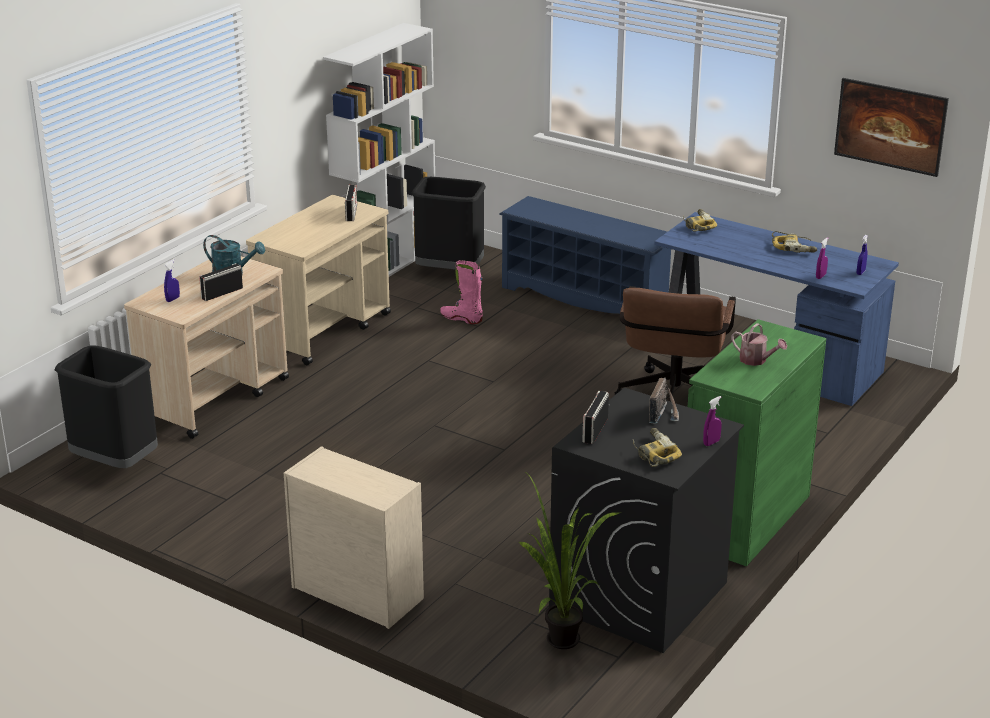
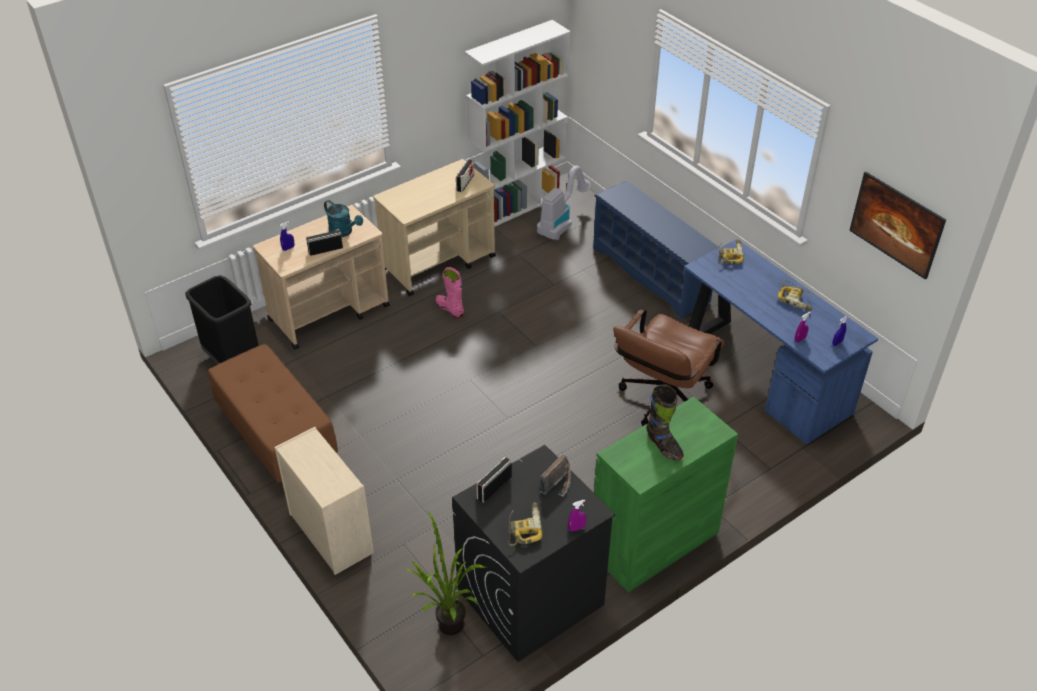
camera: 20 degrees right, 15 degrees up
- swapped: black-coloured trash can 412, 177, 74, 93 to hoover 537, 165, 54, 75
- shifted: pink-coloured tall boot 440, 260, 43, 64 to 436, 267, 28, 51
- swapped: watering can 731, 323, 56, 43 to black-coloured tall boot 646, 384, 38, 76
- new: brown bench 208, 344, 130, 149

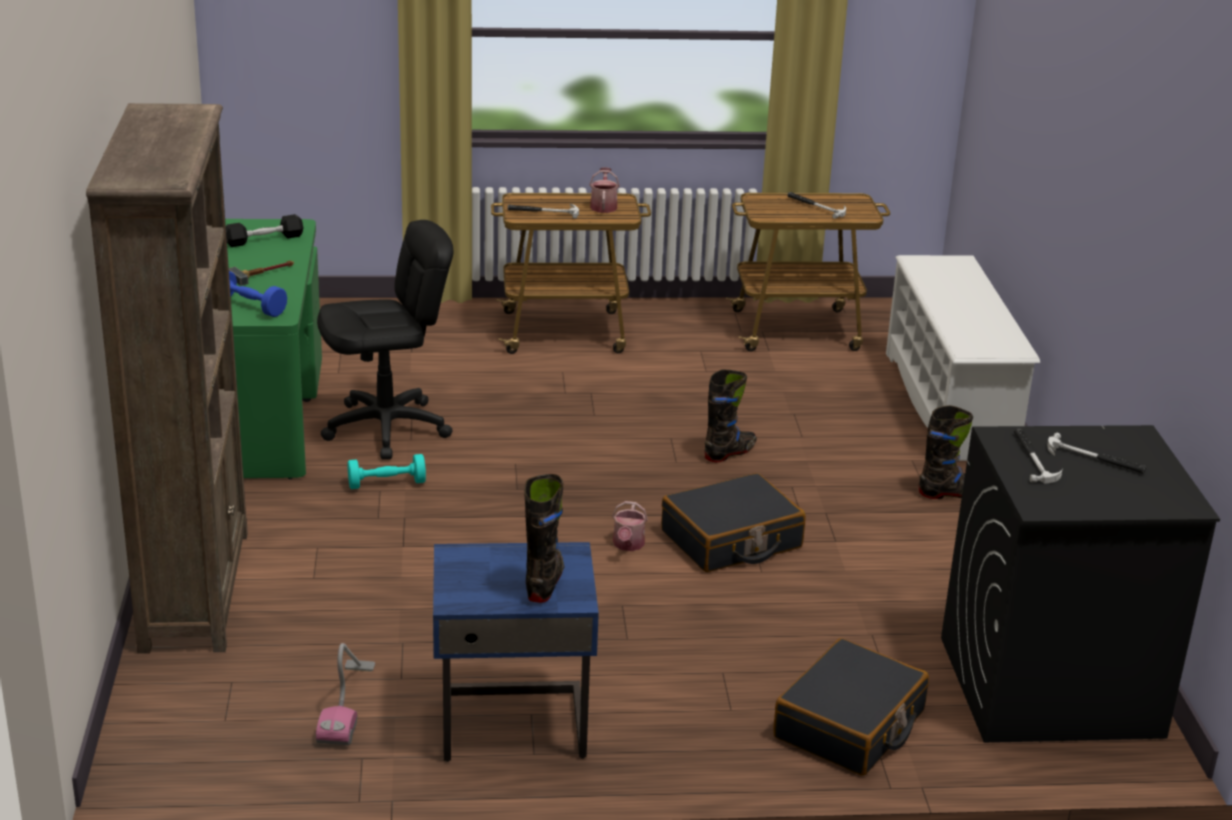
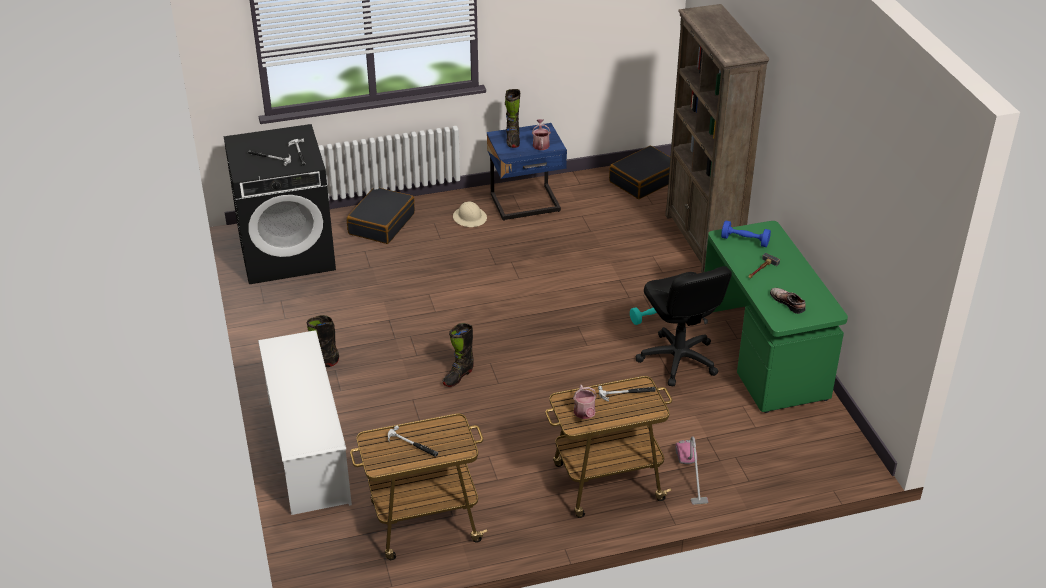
camera: 170 degrees right, 10 degrees up
- swapped: black-coloured free weight 226, 214, 77, 33 to low shoe 770, 288, 36, 26
- shifted: hoover 316, 643, 59, 102 to 675, 436, 33, 69
- rotated: black-coloured office chair 317, 220, 136, 240 = 636, 266, 96, 121 75 degrees counterclockwise
- shifted: watering can 612, 501, 36, 50 to 532, 119, 19, 31
- shifted: black-coloured travel case 661, 473, 144, 99 to 609, 146, 61, 53
- new: beige work helmet 453, 201, 34, 26

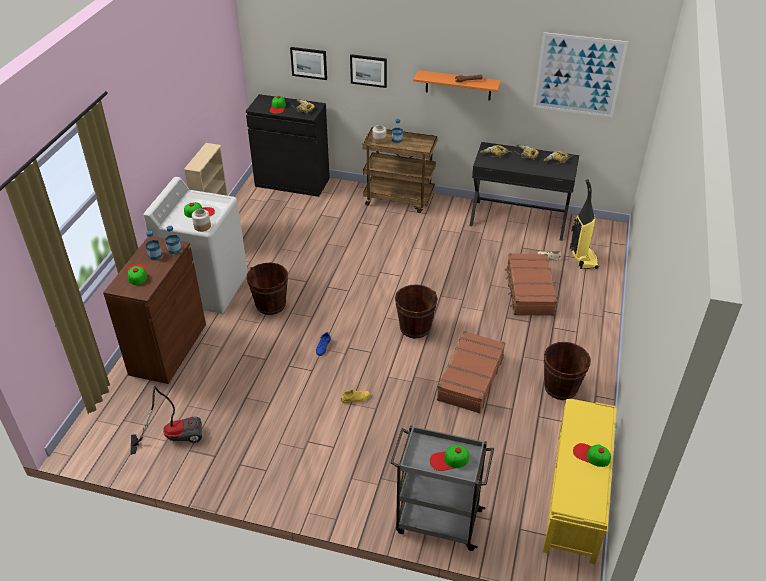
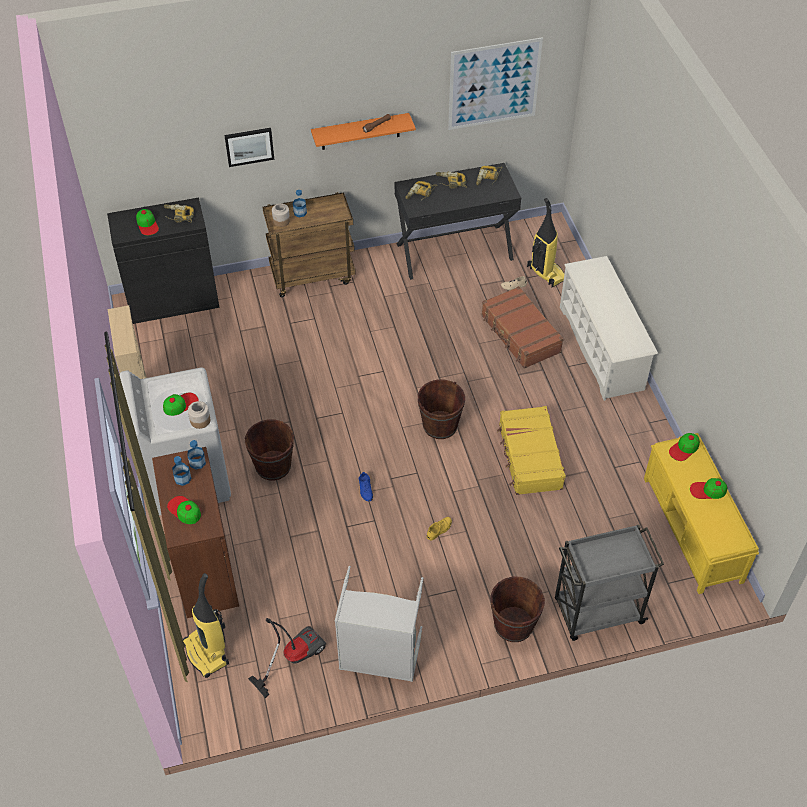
camera: 30 degrees left, 10 degrees up
- gone: picture 290, 47, 37, 33
- shifted: peaked cap 430, 445, 39, 26 to 669, 433, 31, 28
- repainted: brown travel case 436, 331, 69, 82 to yellowish travel case 497, 406, 69, 89
- shifted: brown water bucket 544, 342, 47, 58 to 490, 577, 55, 65
- new: hoover 183, 573, 46, 105
- new: grey laundry basket 335, 566, 89, 116
- new: white-coloured shoe rack 560, 256, 98, 145

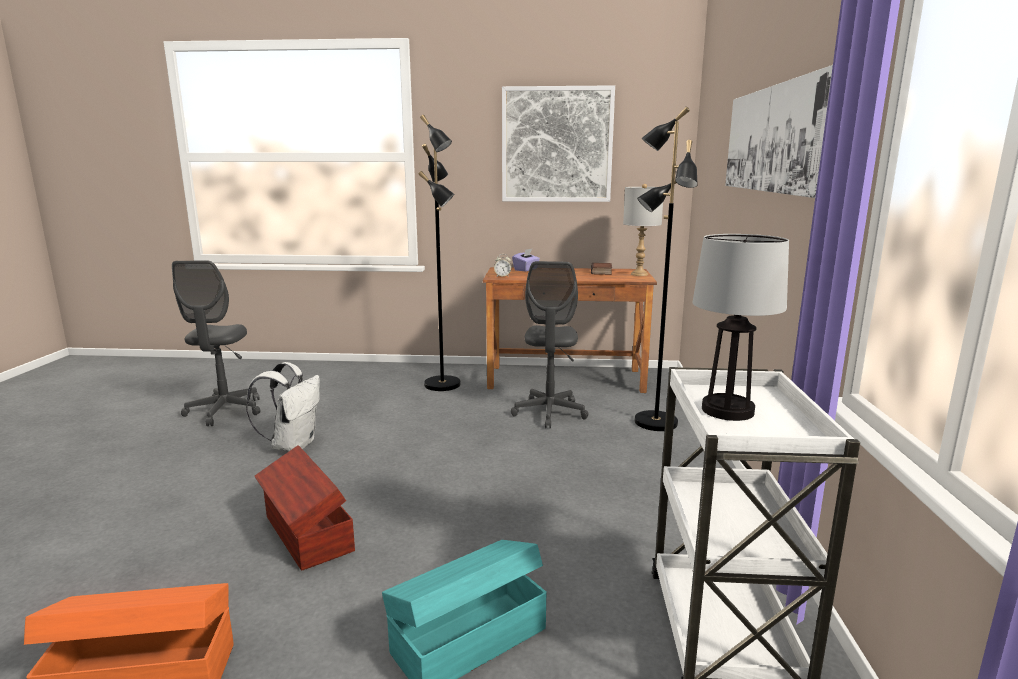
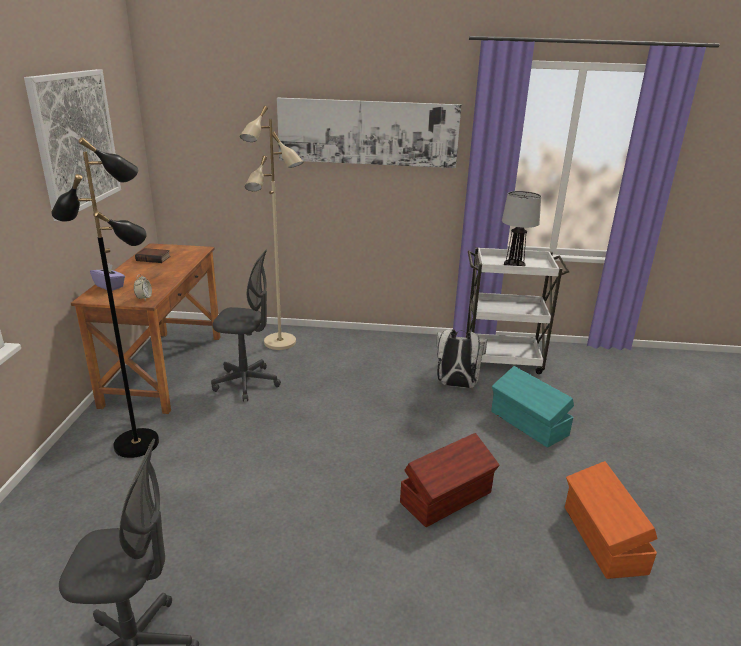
camera: 90 degrees left, 10 degrees up
- shifted: white-coloured rucksack 246, 362, 74, 89 to 437, 329, 50, 59
- gone: grey table lamp 623, 184, 40, 92
- repainted: black-coloured standard lamp 634, 107, 64, 324 to beige standard lamp 240, 106, 63, 244

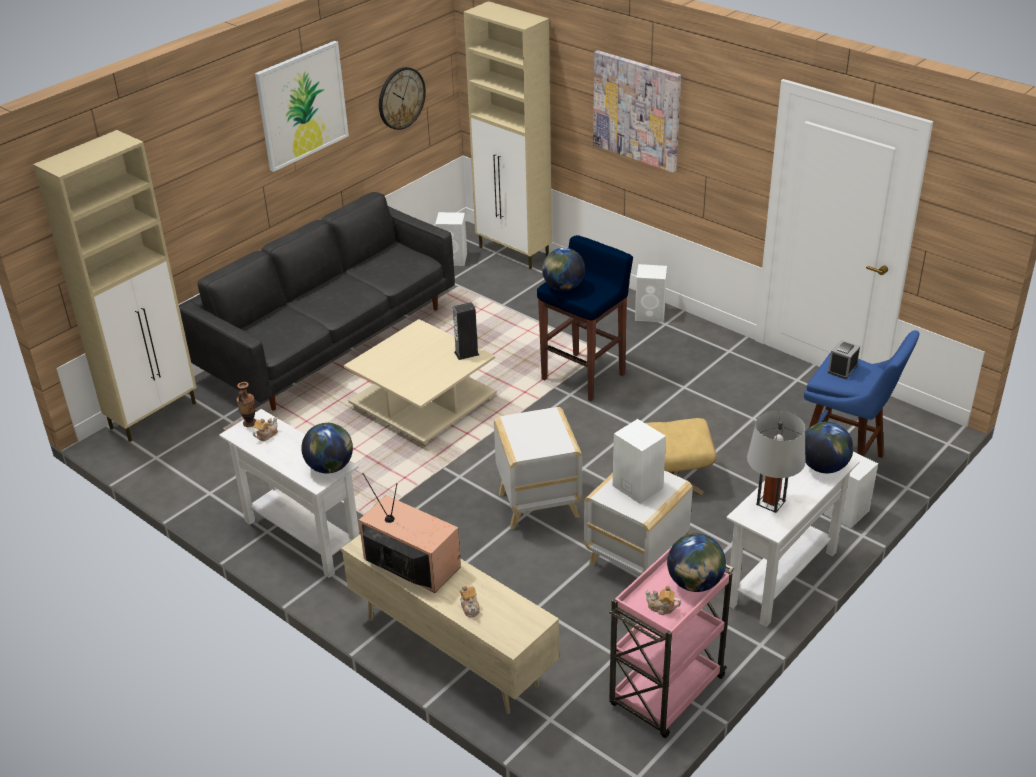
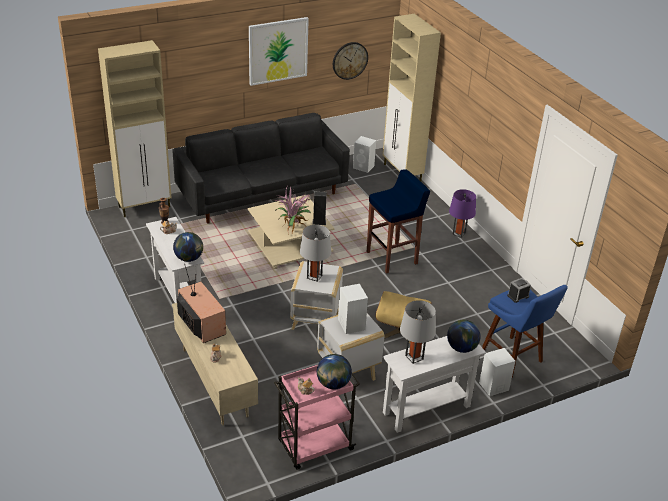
camera: 20 degrees right, 0 degrees up
- gone: desk globe 542, 248, 43, 43
- gone: picture 593, 50, 88, 123
- swapped: white-coloured audio speaker 635, 264, 32, 58 to purplish table lamp 449, 189, 27, 49
- new: plant in a pot 275, 185, 36, 50
- new: grey table lamp 300, 225, 31, 57

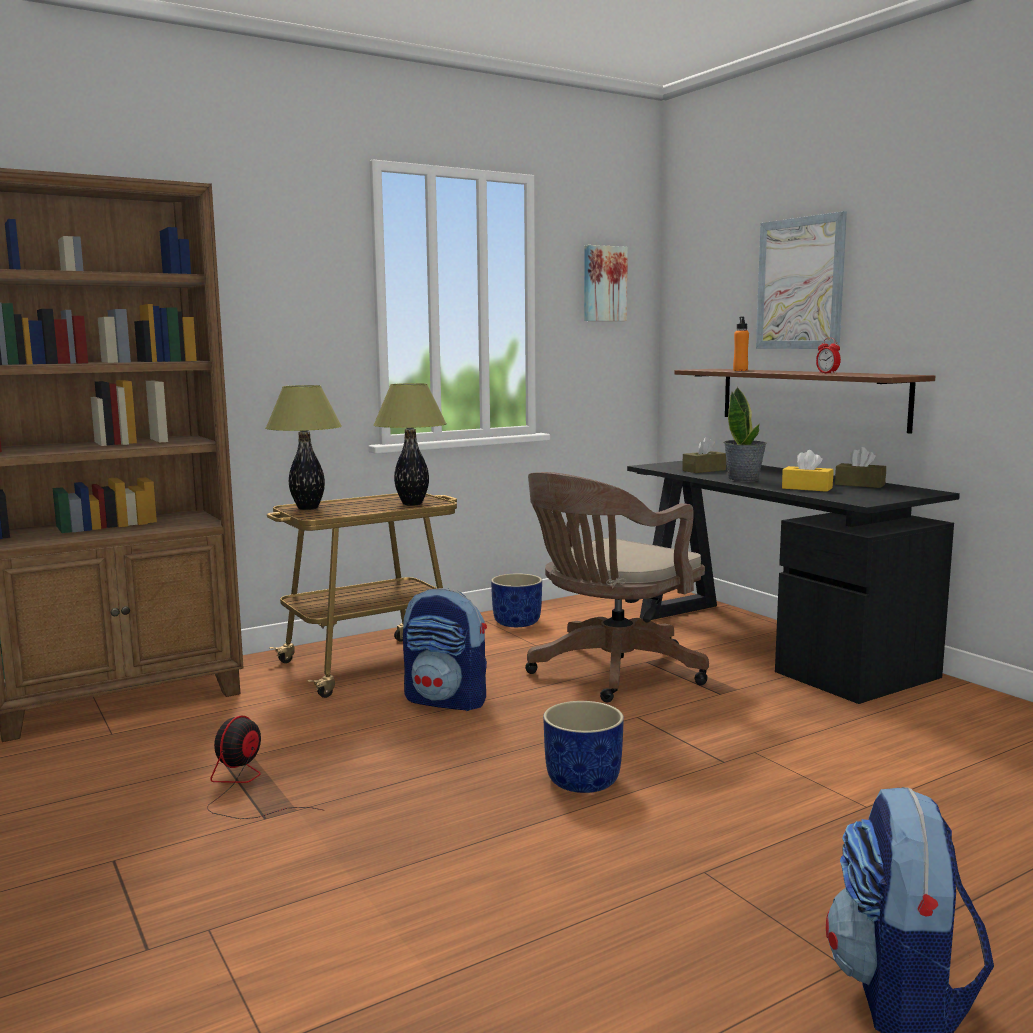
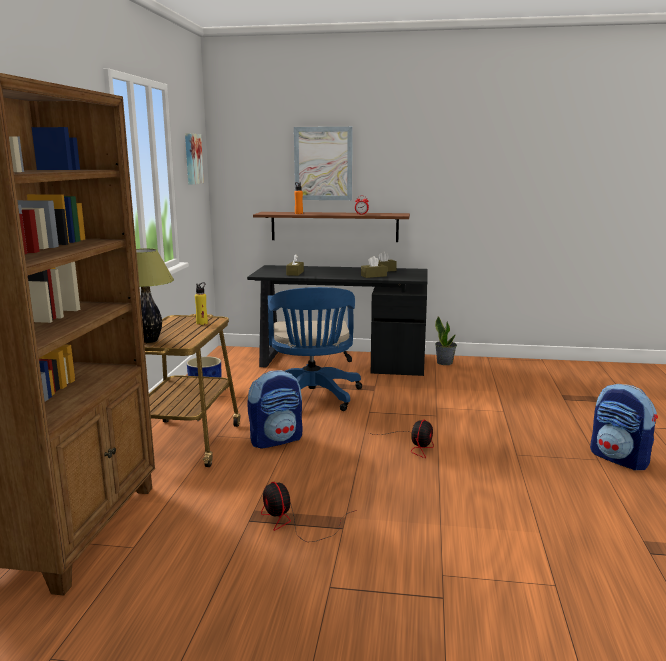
camera: 50 degrees left, 5 degrees up
- swapped: table lamp 373, 383, 74, 123 to yellowish drink bottle 195, 282, 13, 43
- repainted: brown office chair 525, 472, 184, 230 to blue-coloured office chair 268, 287, 94, 124
- swapped: blue-coloured planter 543, 701, 81, 92 to electric fan 369, 420, 65, 38
- shifted: plant in a pot 724, 387, 43, 95 to 435, 317, 22, 48
- repainted: yellowish tissue box 782, 450, 52, 42 to brown tissue box 361, 256, 26, 22

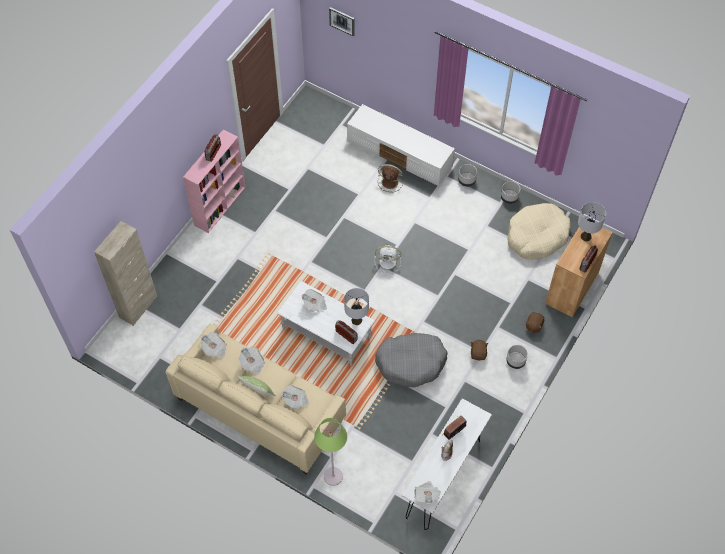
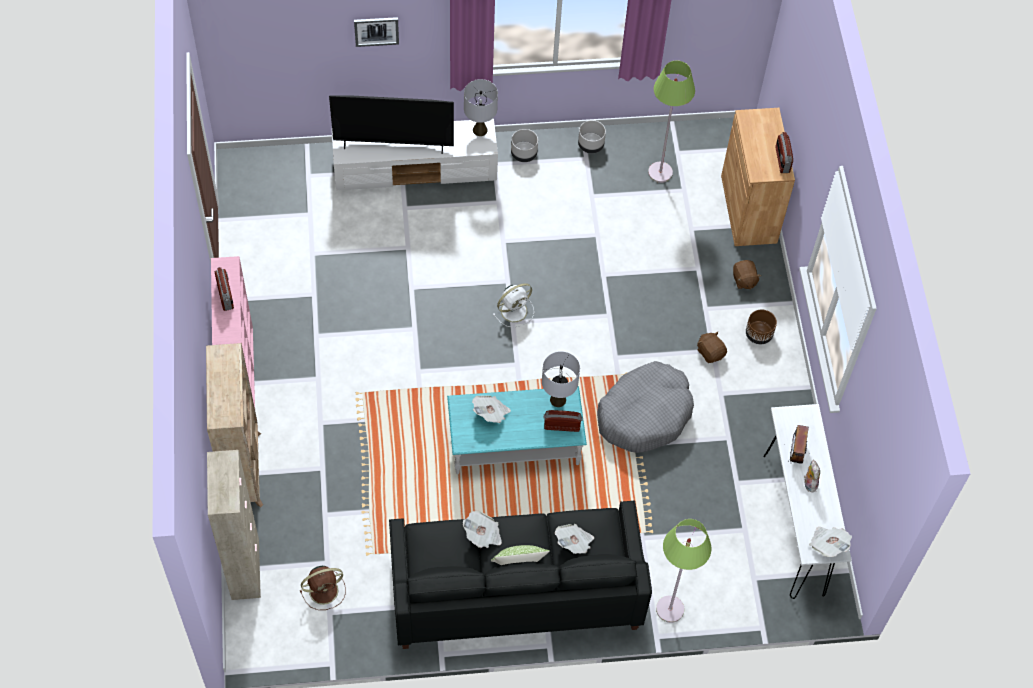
camera: 40 degrees left, 0 degrees up
- repainted: beige sofa 166, 323, 180, 151 to black-coloured sofa 389, 500, 263, 149
- gone: newspaper 201, 332, 26, 26
- repainted: white-coloured low table 277, 281, 98, 85 to turquoise-coloured low table 447, 386, 140, 88
- shifted: picture 329, 7, 26, 30 to 354, 17, 45, 30
- shifted: brown electric fan 378, 164, 25, 28 to 300, 566, 46, 44
- repainted: grey planter 506, 345, 22, 24 to brown planter 746, 309, 31, 35
- swapped: beige dog bed 508, 203, 63, 56 to greenish standard lamp 648, 61, 47, 122
- shifted: grey table lamp 578, 202, 28, 39 to 464, 79, 34, 57
- new: beige shelving unit 206, 343, 57, 164
- new: television 329, 95, 125, 59

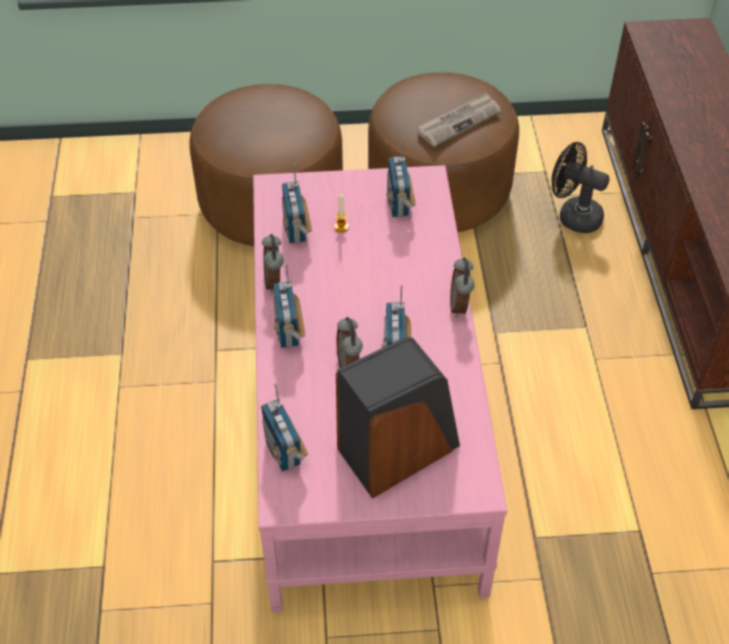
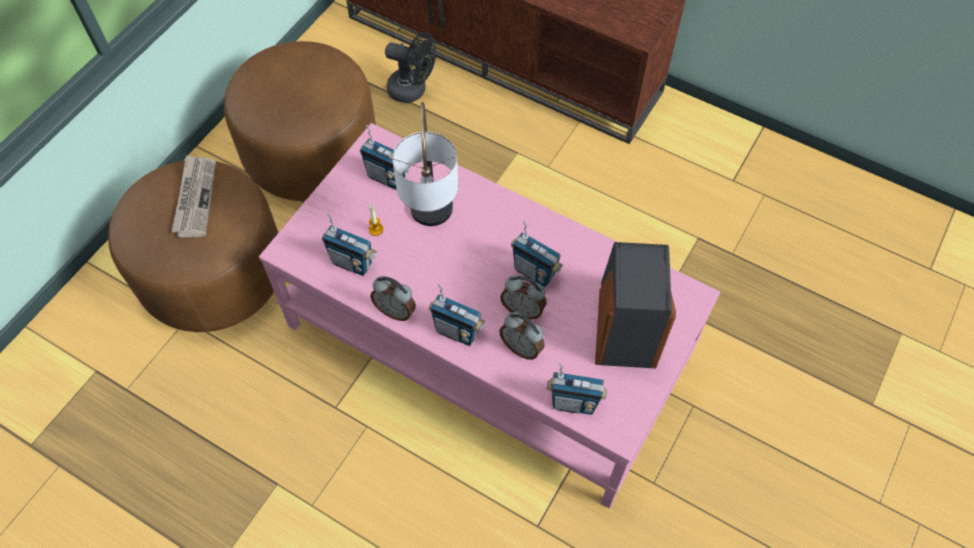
camera: 55 degrees left, 10 degrees up
- shifted: newspaper 417, 92, 84, 55 to 171, 155, 45, 82
- shifted: alarm clock 450, 257, 24, 60 to 499, 312, 46, 48
- rotated: black-coloured electric fan 552, 142, 58, 91 = 385, 32, 51, 71 135 degrees counterclockwise
- new: table lamp 392, 102, 66, 124

